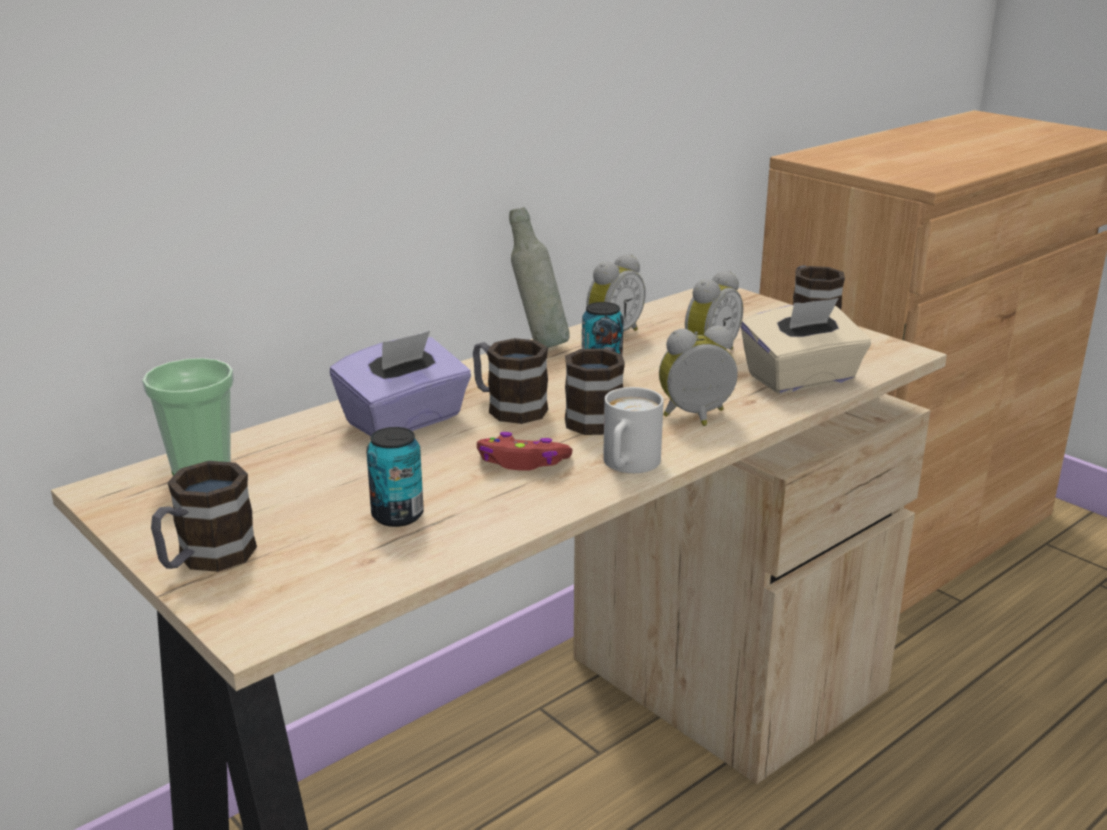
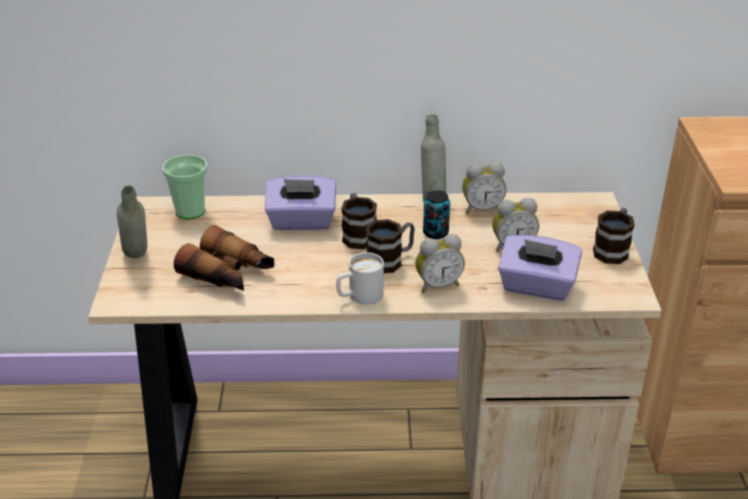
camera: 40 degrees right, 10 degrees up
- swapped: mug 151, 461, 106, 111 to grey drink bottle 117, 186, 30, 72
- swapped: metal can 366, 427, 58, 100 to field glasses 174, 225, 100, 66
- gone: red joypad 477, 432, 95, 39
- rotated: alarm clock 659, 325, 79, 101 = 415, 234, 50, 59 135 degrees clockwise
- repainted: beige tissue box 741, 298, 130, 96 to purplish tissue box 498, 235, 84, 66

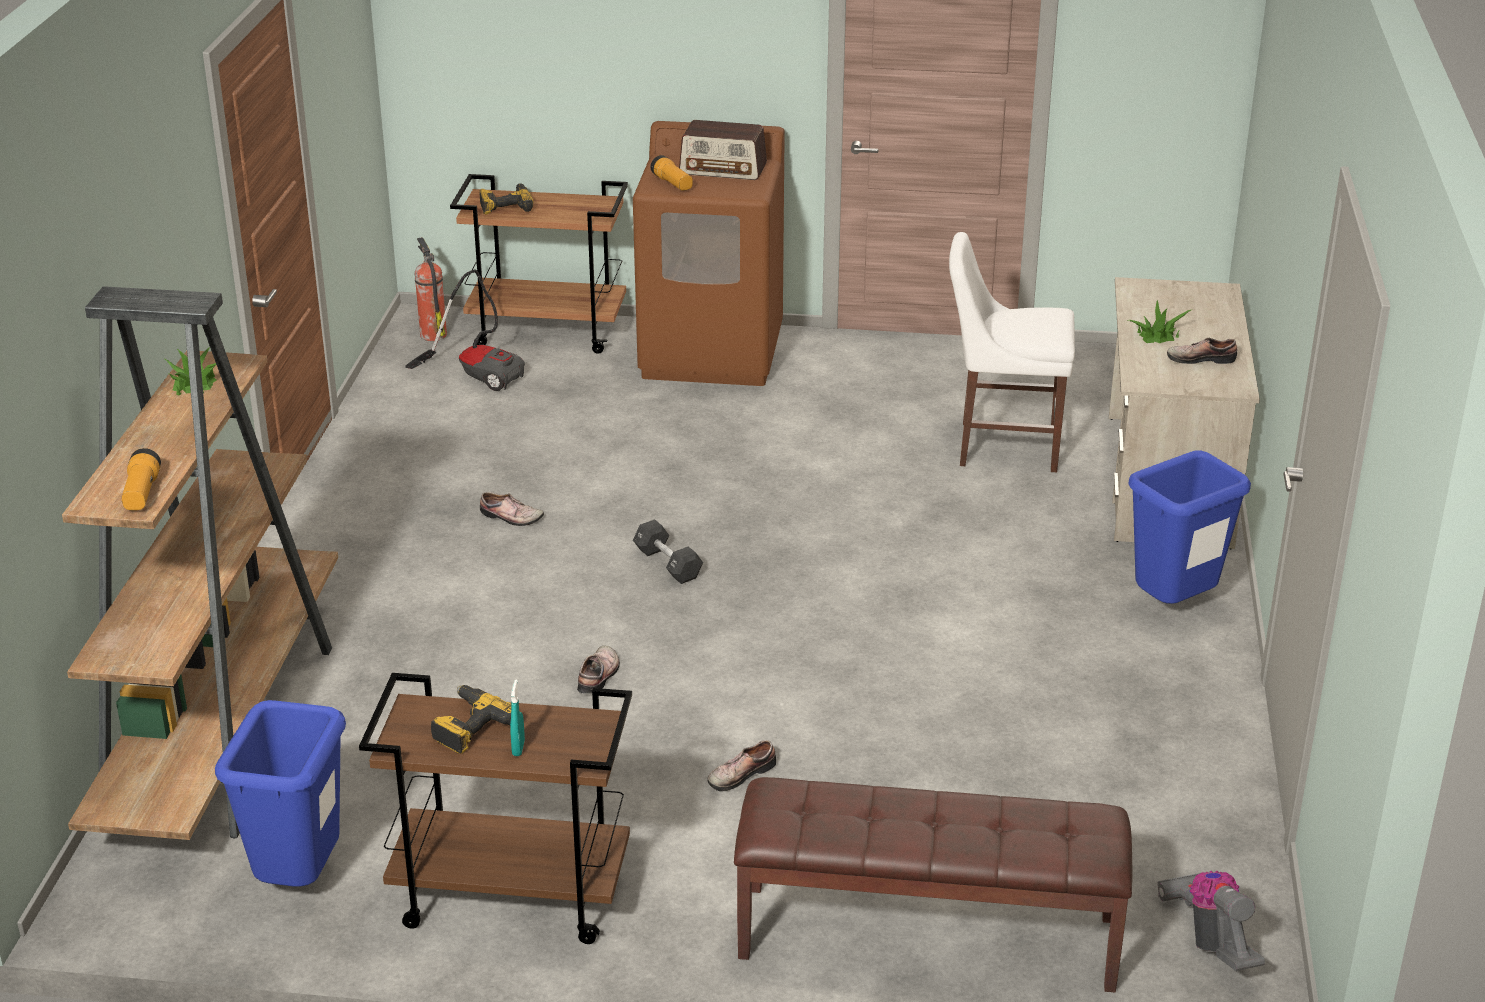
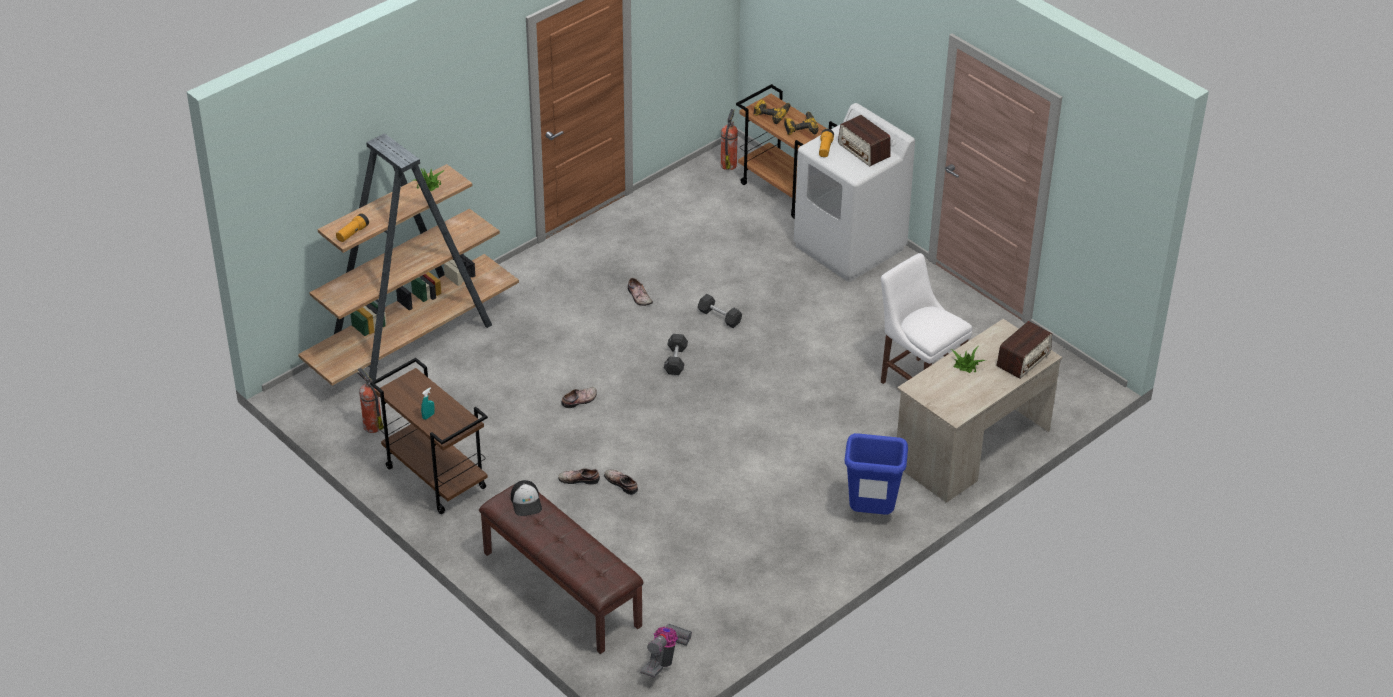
camera: 40 degrees right, 10 degrees up
- swapped: blue-coloured trash can 215, 700, 131, 187 to extinguisher 357, 368, 27, 65
- gone: hoover 405, 269, 120, 122
- shifted: power drill 431, 685, 80, 69 to 784, 111, 35, 24
- repainted: brown laundry appliance 633, 121, 152, 265 to white-coloured laundry appliance 794, 103, 121, 179
- shifted: low shoe 1167, 338, 70, 26 to 604, 470, 34, 25
- new: peaked cap 511, 480, 31, 36
- new: black-coloured free weight 698, 294, 44, 34
- new: radio set 996, 321, 56, 58

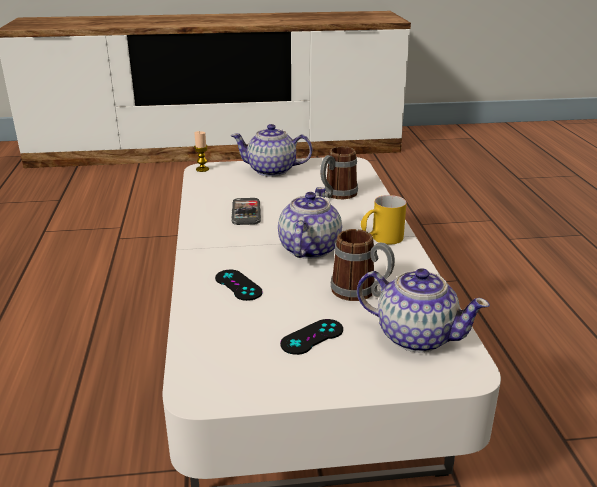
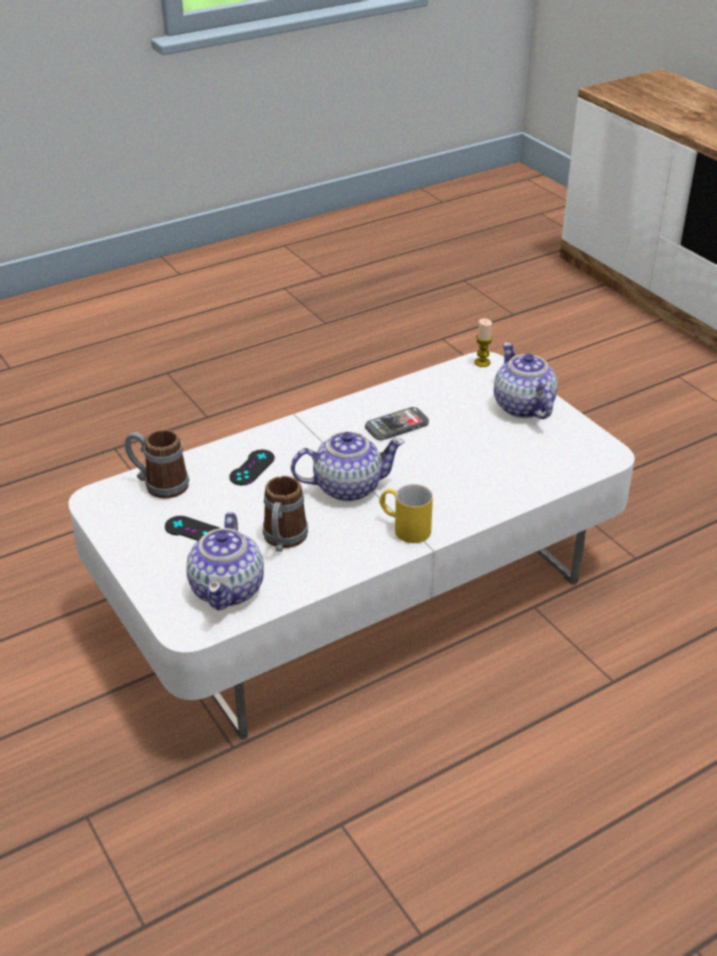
camera: 65 degrees right, 10 degrees up
- shifted: mug 320, 146, 38, 53 to 125, 430, 64, 69

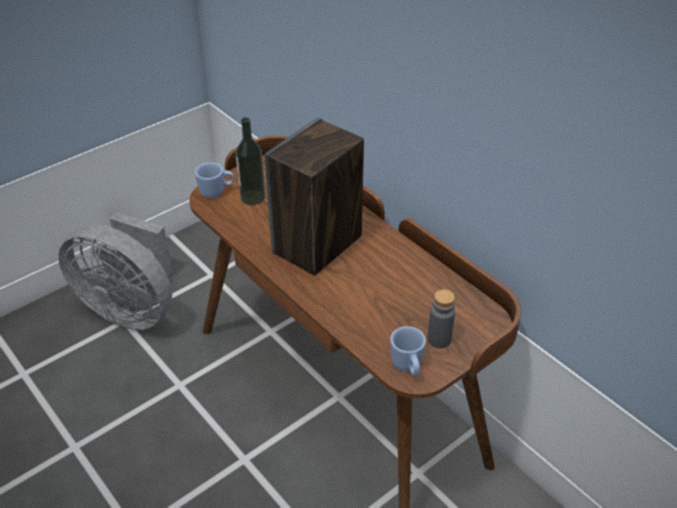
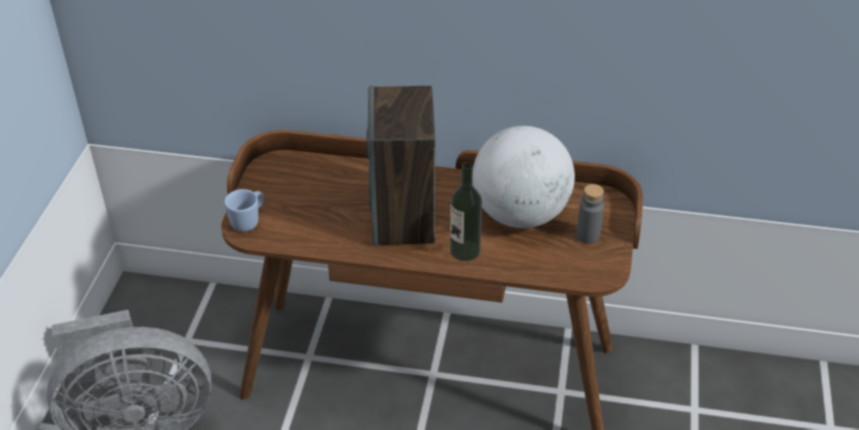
camera: 40 degrees left, 0 degrees up
- shifted: drink bottle 236, 117, 29, 88 to 450, 162, 32, 99
- gone: blue-coloured mug 390, 326, 36, 50
- new: desk globe 472, 126, 103, 102

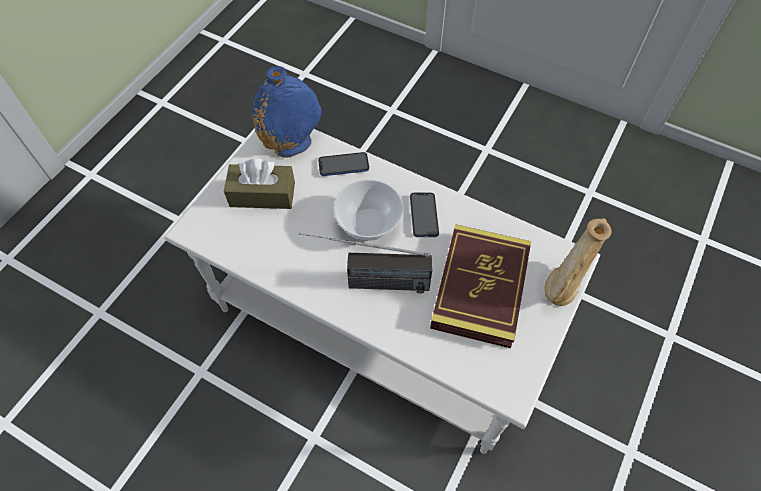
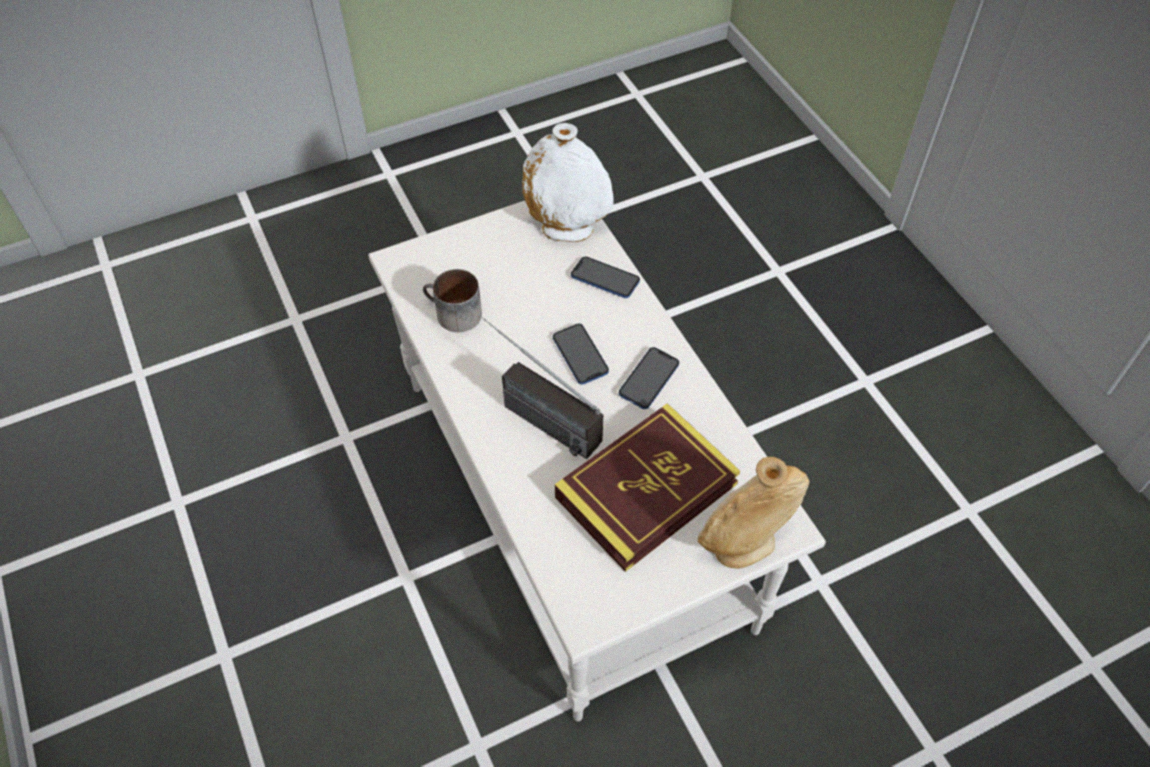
camera: 35 degrees right, 5 degrees down
- gone: brown tissue box 224, 159, 71, 50
- repainted: blue-coloured flower vase 252, 66, 70, 92 to white-coloured flower vase 522, 123, 92, 119
- swapped: bowl 333, 179, 71, 62 to handset 553, 324, 56, 61
- new: mug 423, 269, 59, 63

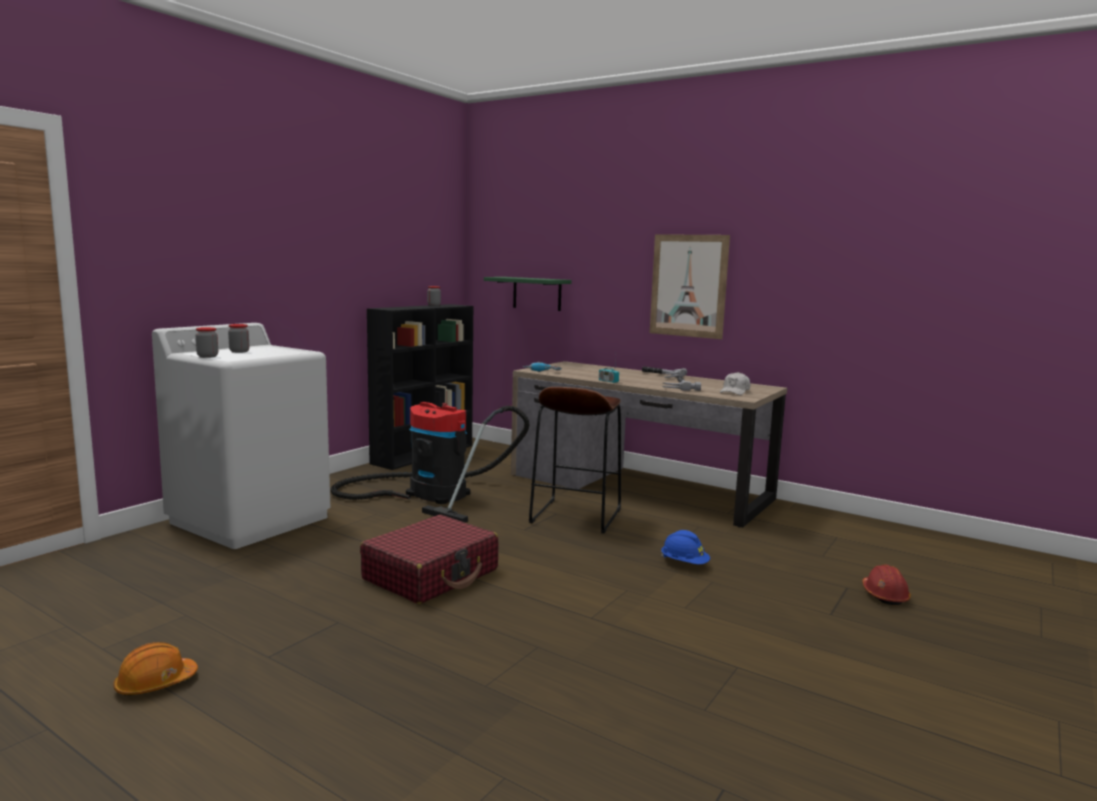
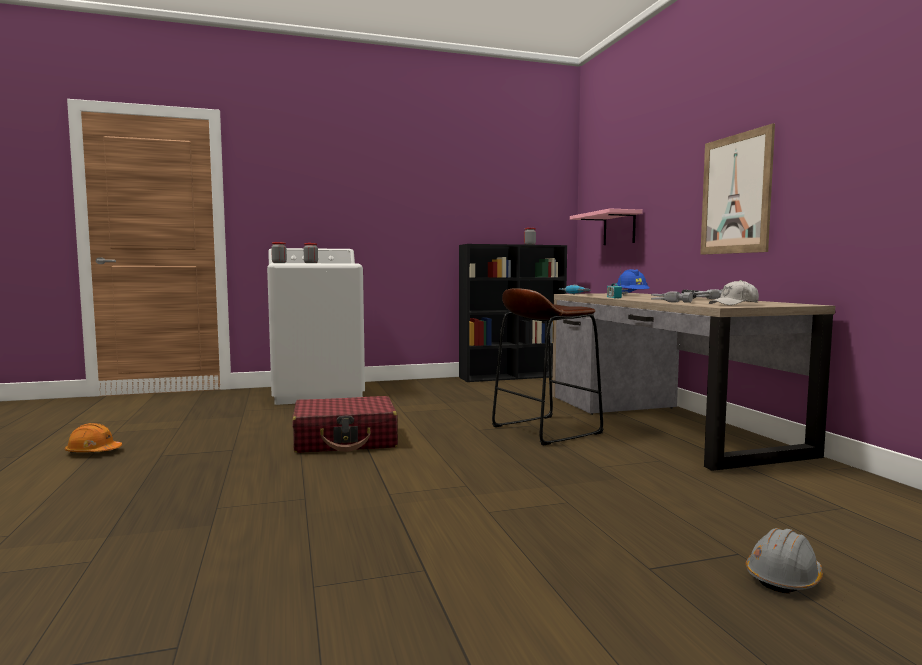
camera: 40 degrees right, 5 degrees down
- gone: hoover 331, 402, 198, 121
- repainted: greenish wall shelf 484, 277, 88, 34 to pink-coloured wall shelf 570, 209, 73, 36
- shifted: blue-coloured work helmet 661, 530, 49, 34 to 617, 269, 33, 26
- repainted: red work helmet 862, 565, 49, 40 to grey work helmet 746, 528, 77, 66

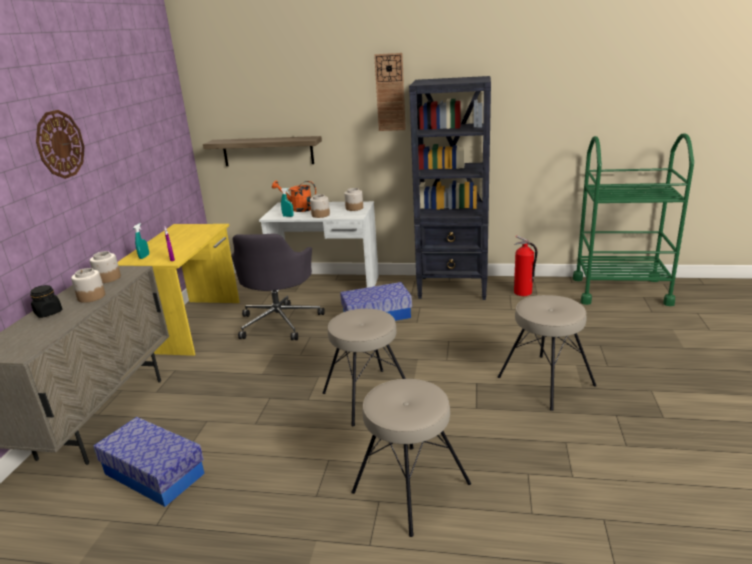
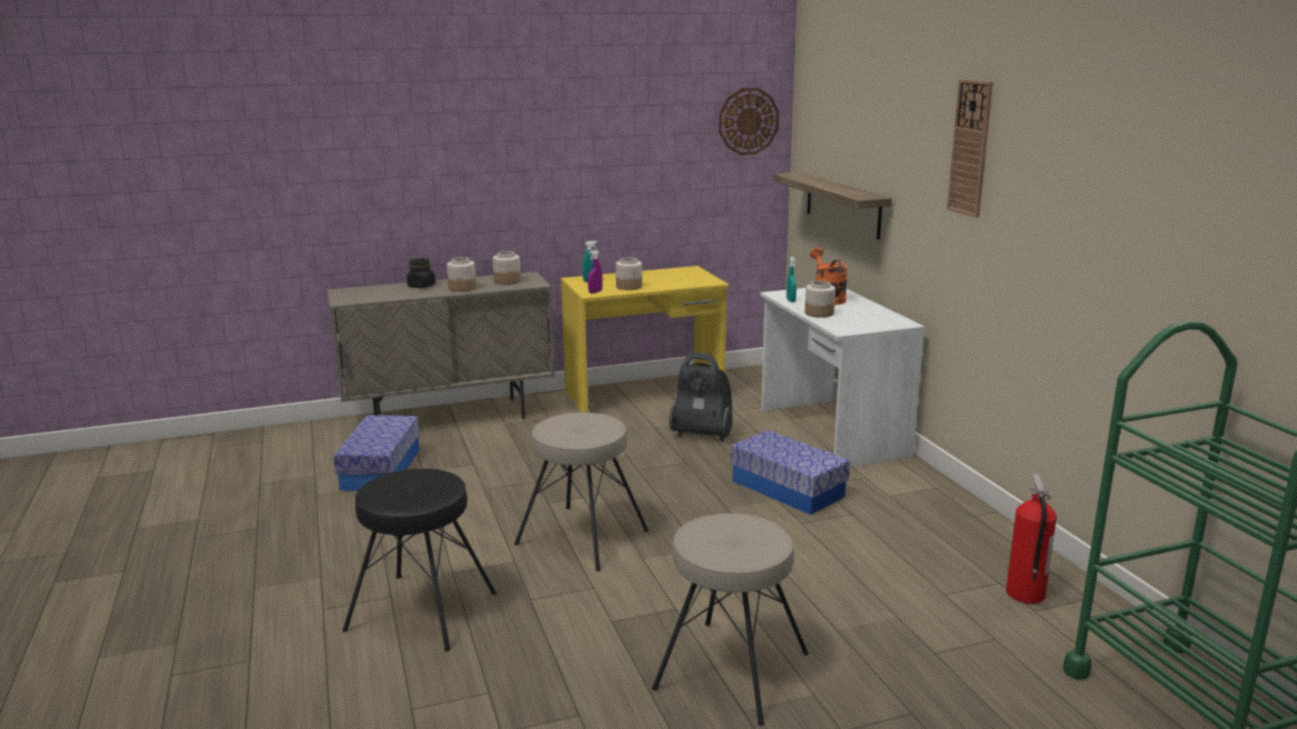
camera: 60 degrees right, 5 degrees down
- shifted: clock on the wall 36, 110, 49, 69 to 719, 88, 60, 67
- swapped: grey office chair 231, 233, 94, 107 to hoover 669, 353, 64, 89
- shifted: jar 344, 188, 19, 23 to 616, 257, 26, 33
- repainted: beige stool seat 351, 379, 120, 158 to black-coloured stool seat 343, 469, 154, 182
- gone: black-coloured shelving unit 409, 76, 82, 224

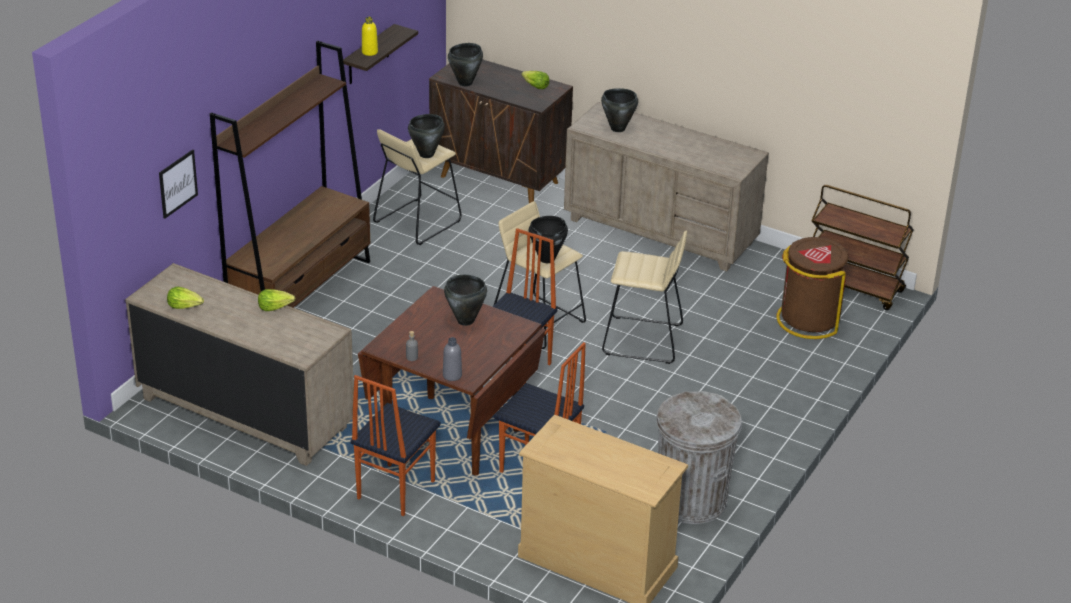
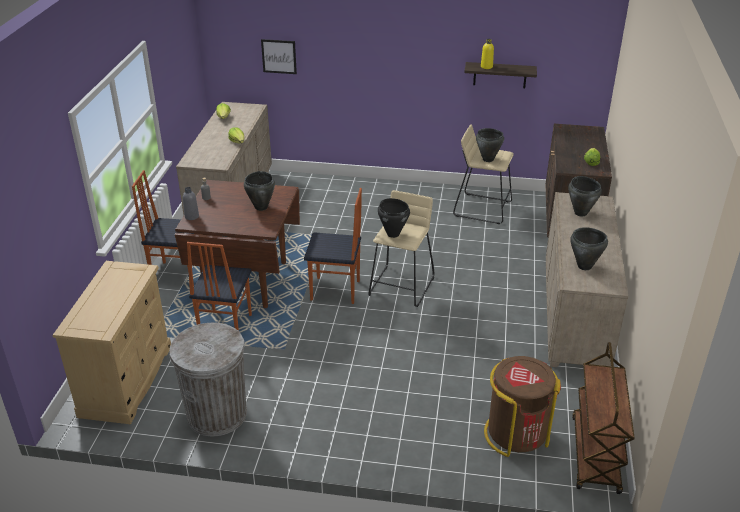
camera: 70 degrees right, 0 degrees up
- gone: brown shelving unit 210, 41, 160, 267
- shifted: black-coloured cooking pot 448, 43, 35, 43 to 570, 227, 38, 43
- gone: beige stool seat 602, 230, 85, 134

